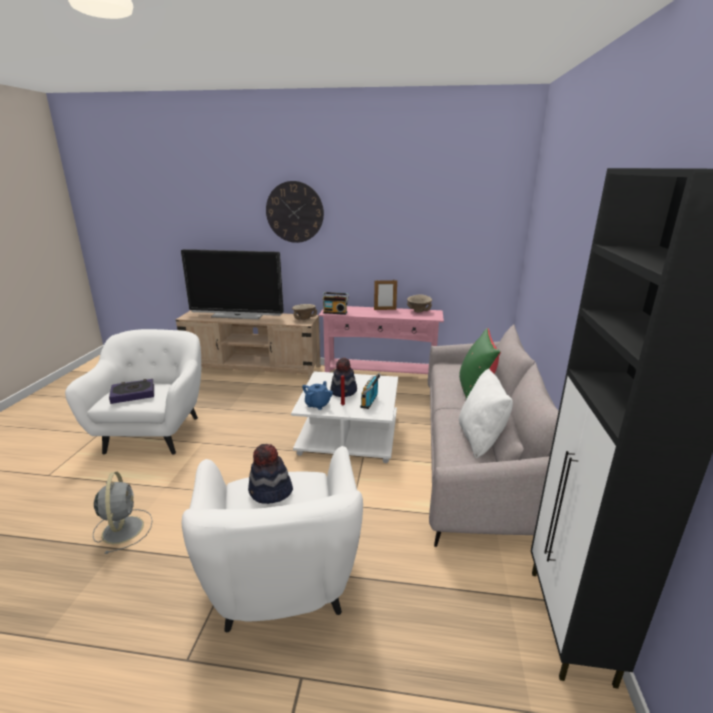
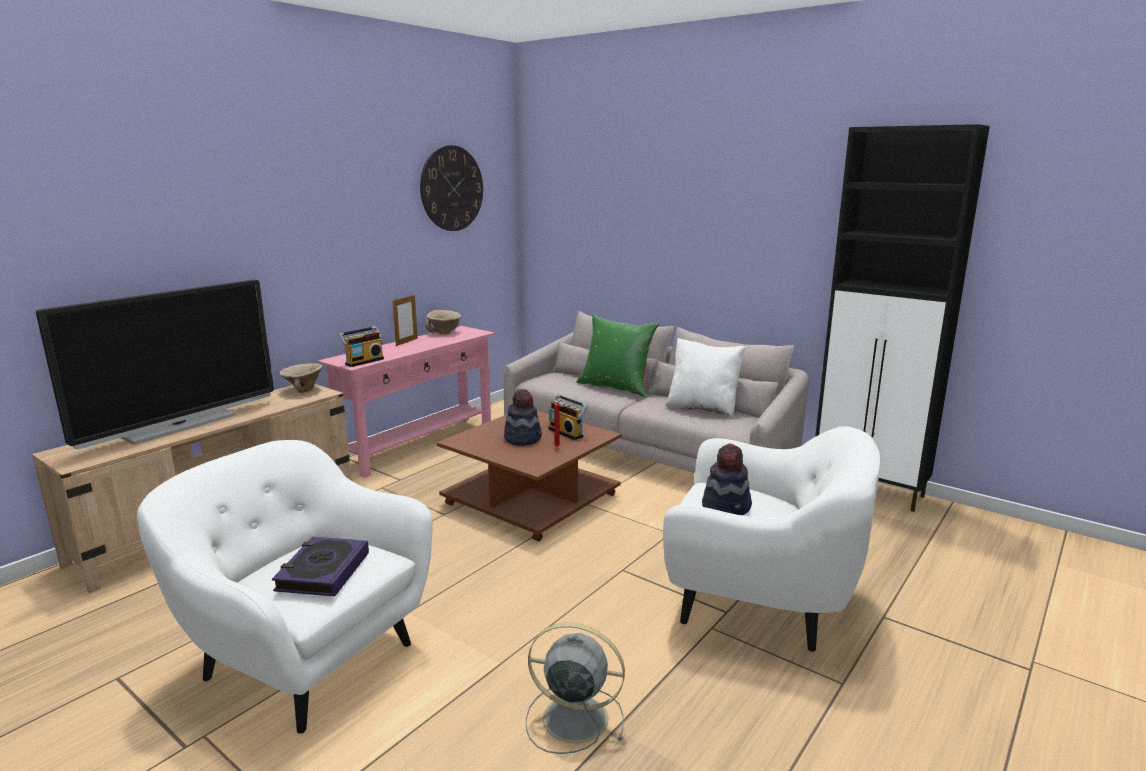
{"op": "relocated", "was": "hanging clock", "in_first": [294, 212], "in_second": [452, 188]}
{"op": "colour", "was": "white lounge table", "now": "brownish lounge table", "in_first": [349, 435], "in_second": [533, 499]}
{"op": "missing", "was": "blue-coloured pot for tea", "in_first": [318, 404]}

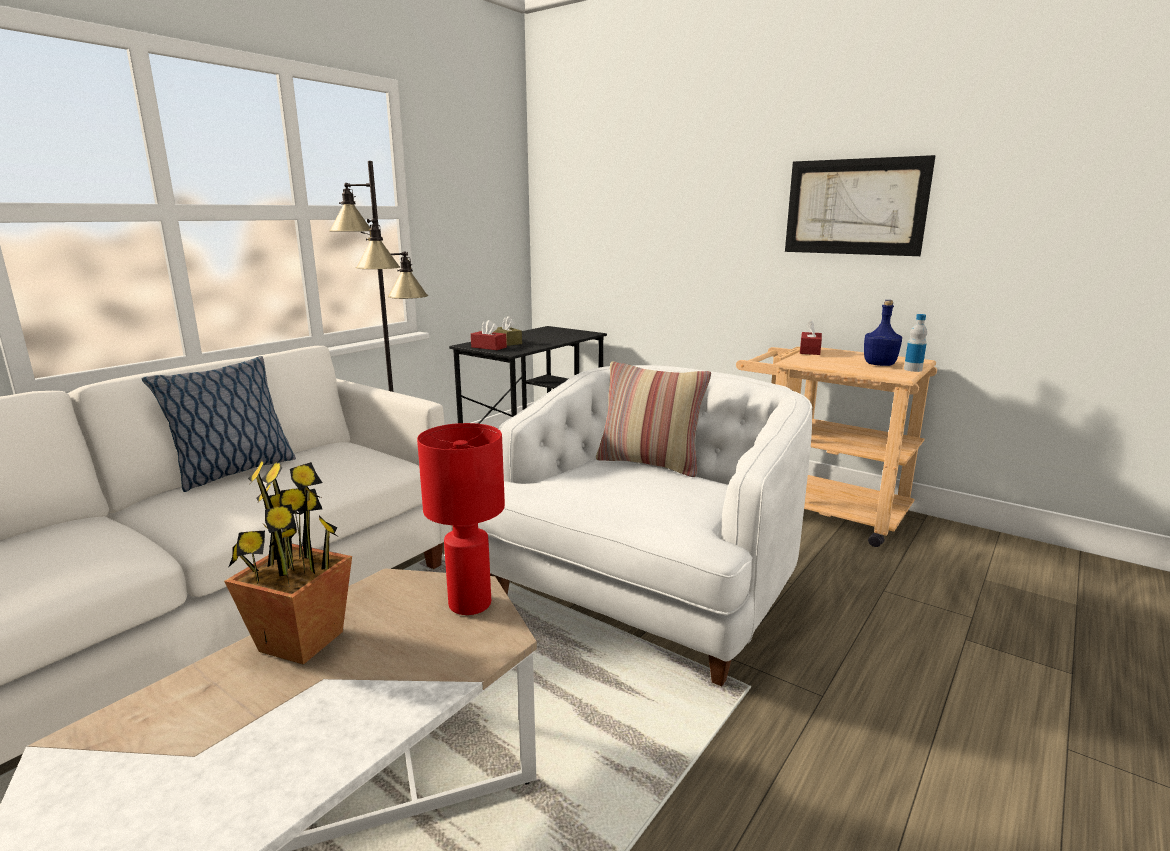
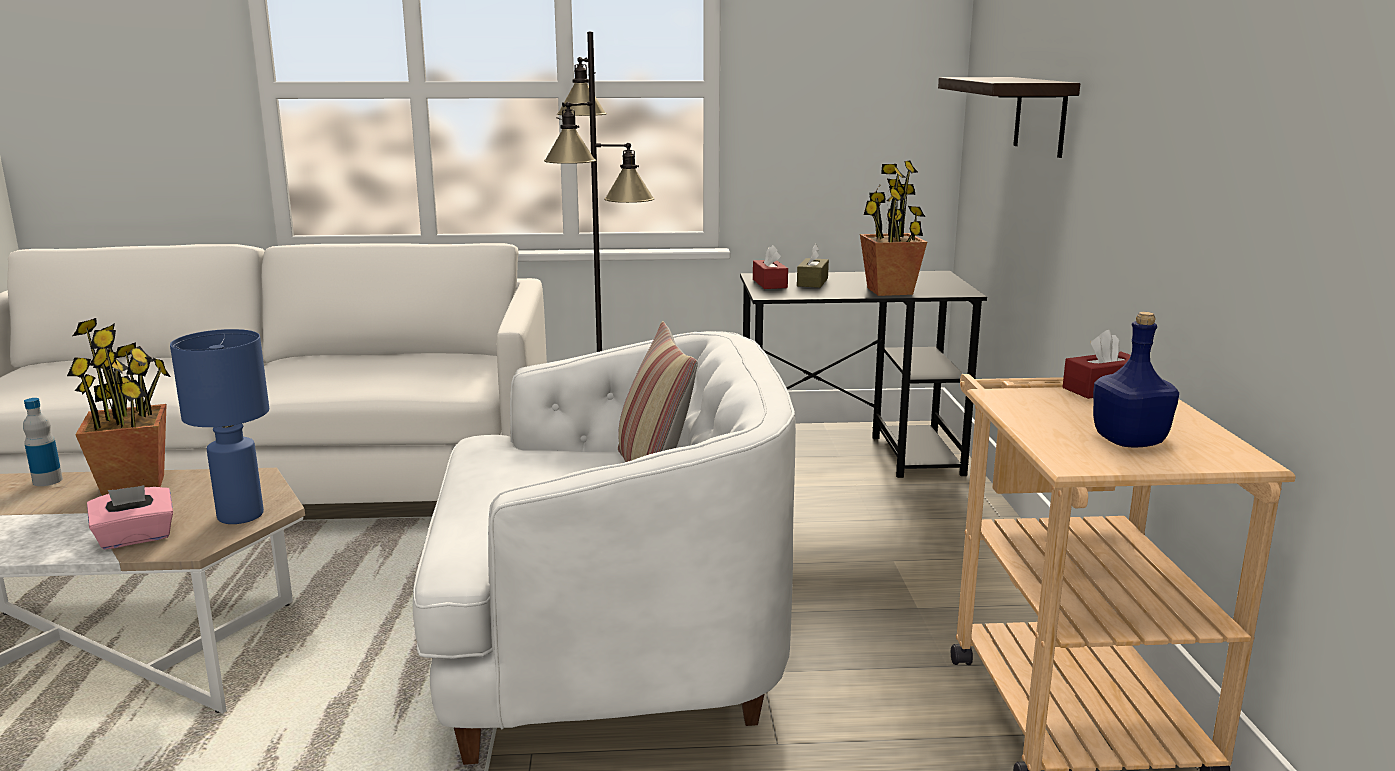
{"op": "missing", "was": "throw pillow", "in_first": [233, 472]}
{"op": "colour", "was": "red-coloured tabletop lamp", "now": "blue-coloured tabletop lamp", "in_first": [470, 605], "in_second": [239, 516]}
{"op": "missing", "was": "picture", "in_first": [854, 207]}
{"op": "relocated", "was": "beverage bottle", "in_first": [912, 369], "in_second": [47, 481]}
{"op": "appeared", "now": "pink-coloured tissue holder", "in_second": [135, 538]}
{"op": "appeared", "now": "potted plant", "in_second": [890, 291]}
{"op": "appeared", "now": "bracket shelf", "in_second": [1040, 115]}

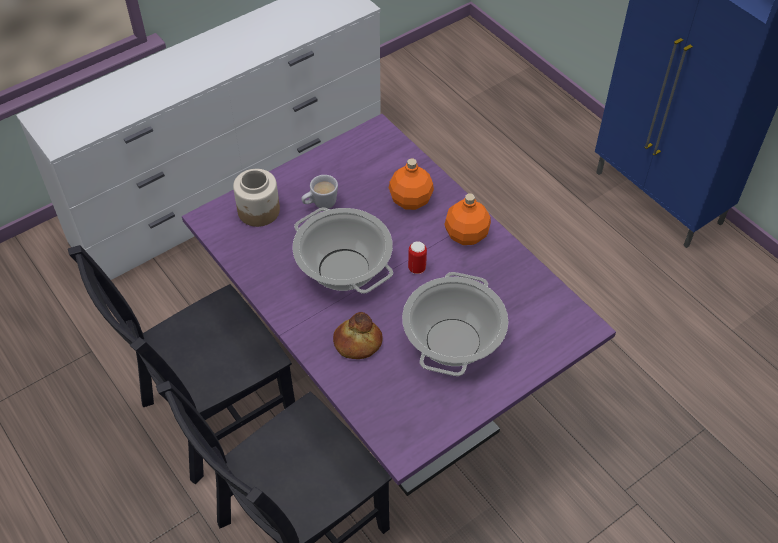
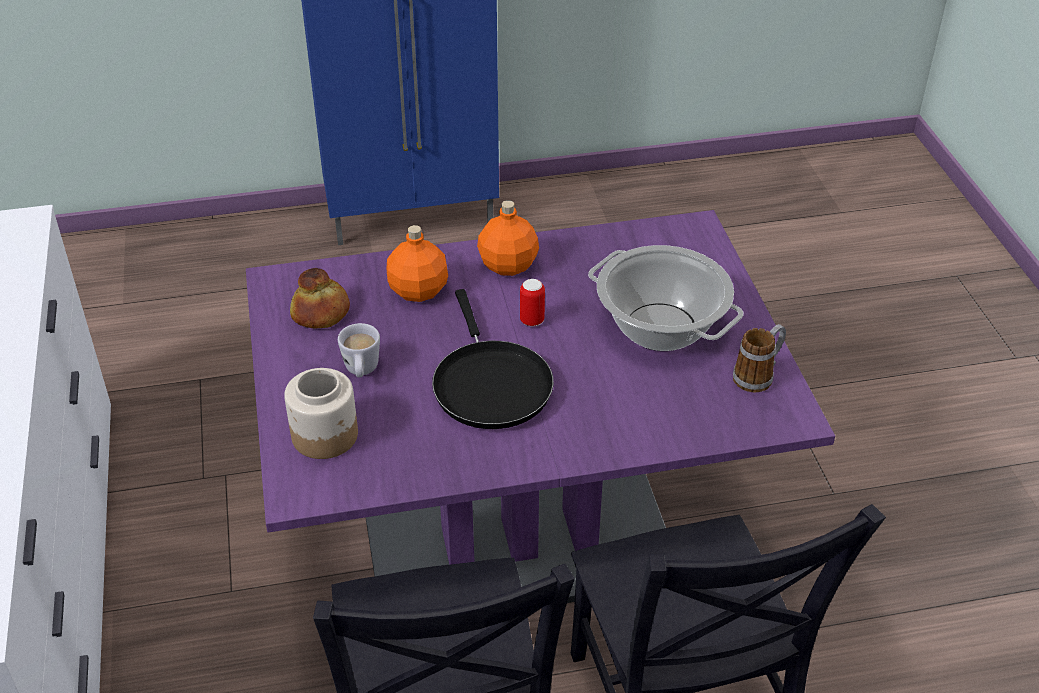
{"op": "exchanged", "was": "cooking pot", "now": "black frying pan", "in_first": [343, 269], "in_second": [490, 384]}
{"op": "relocated", "was": "bakery bread", "in_first": [357, 343], "in_second": [321, 312]}
{"op": "appeared", "now": "coffee mug", "in_second": [758, 376]}

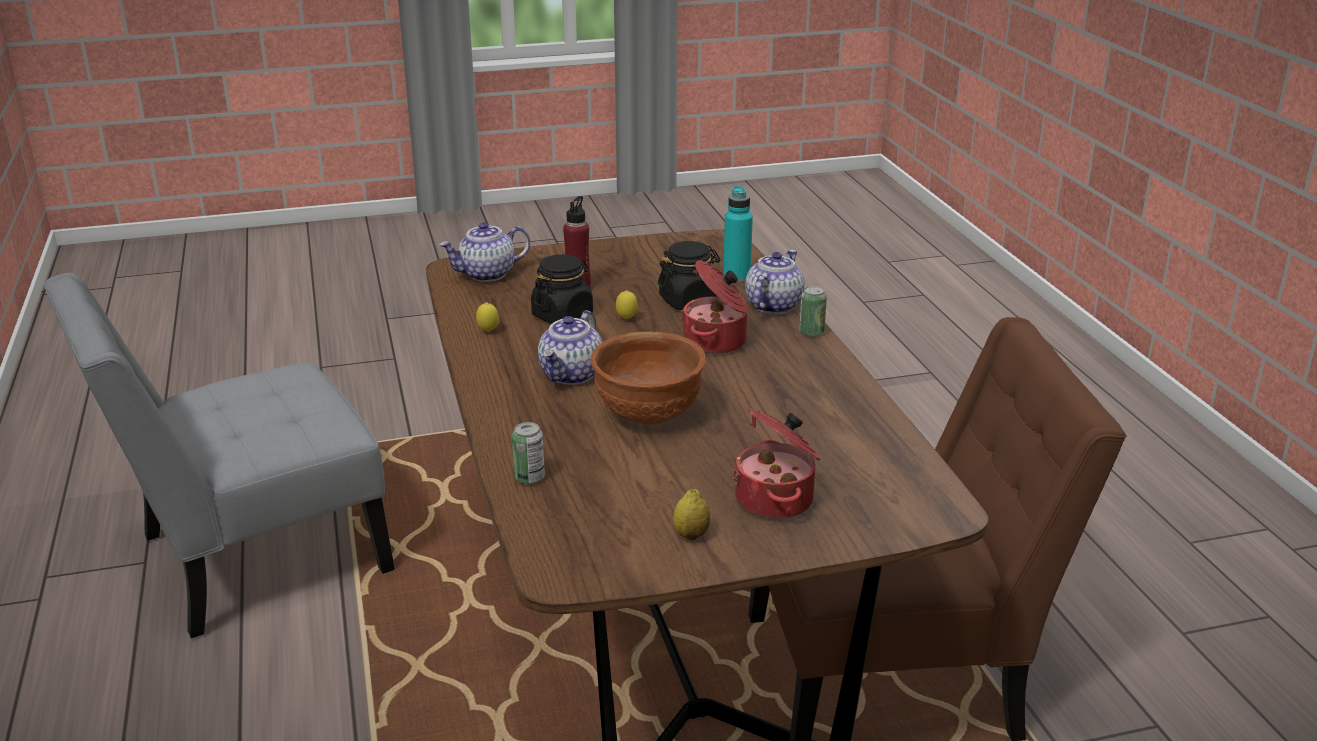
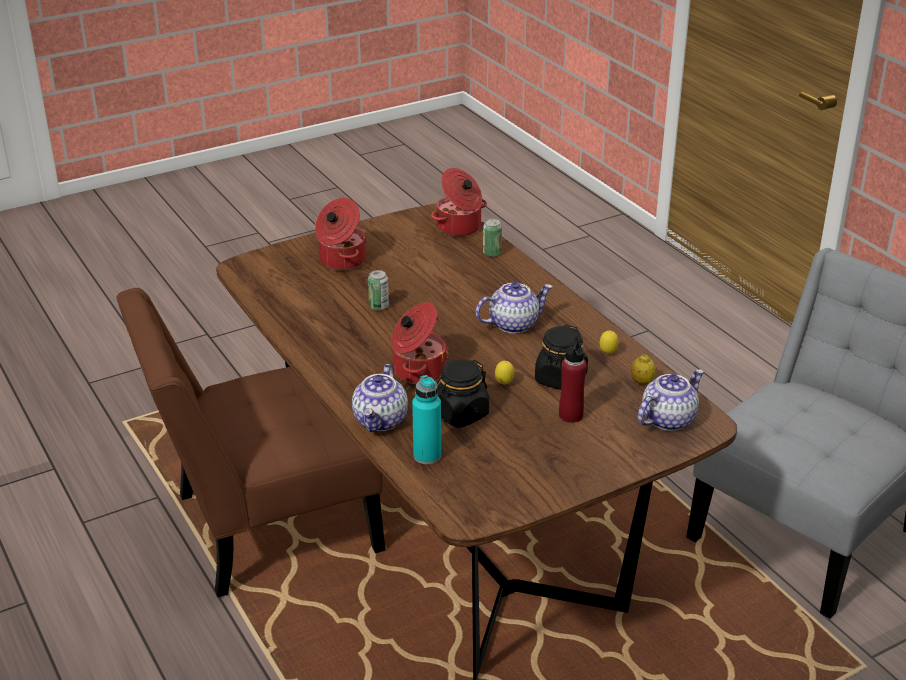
{"op": "spun", "was": "pot for tea", "in_first": [572, 375], "in_second": [513, 324], "clockwise": 60}
{"op": "missing", "was": "brownish deep dish", "in_first": [647, 416]}
{"op": "relocated", "was": "citrus fruit", "in_first": [691, 535], "in_second": [641, 382]}
{"op": "relocated", "was": "can", "in_first": [811, 332], "in_second": [378, 306]}
{"op": "appeared", "now": "cooking pot", "in_second": [459, 227]}

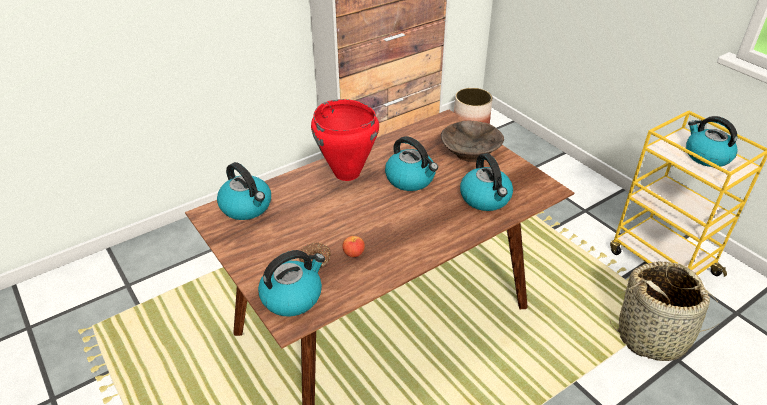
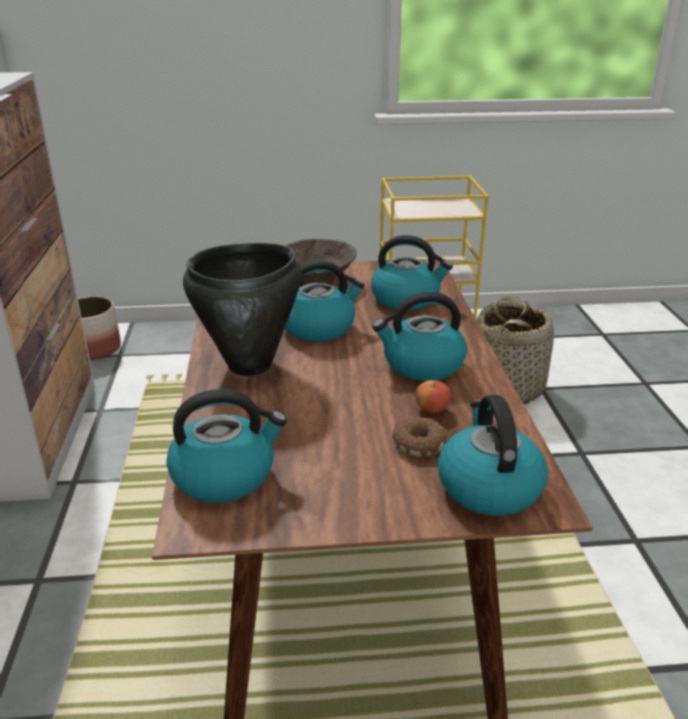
{"op": "colour", "was": "red-coloured cooking pot", "now": "black cooking pot", "in_first": [347, 173], "in_second": [250, 365]}
{"op": "relocated", "was": "tea kettle", "in_first": [706, 156], "in_second": [422, 365]}

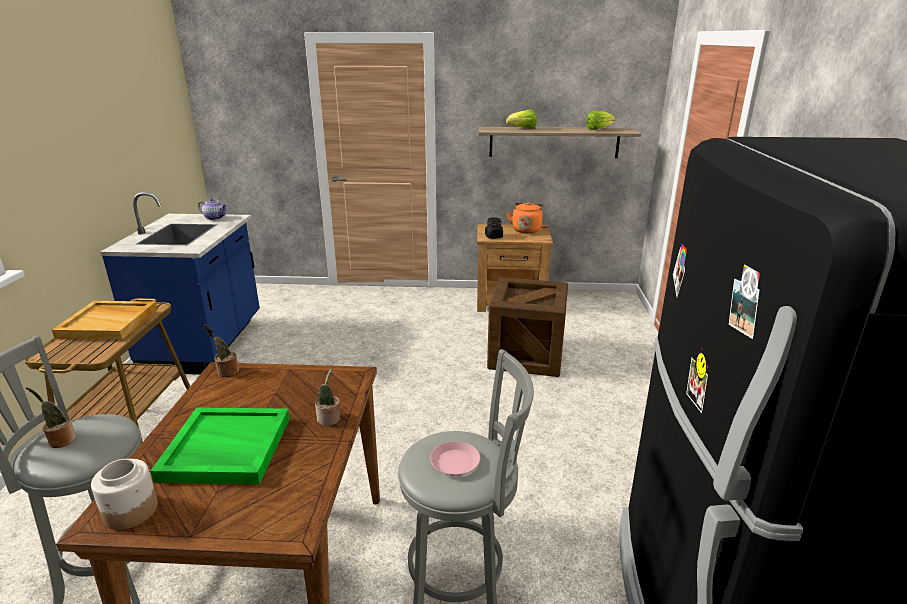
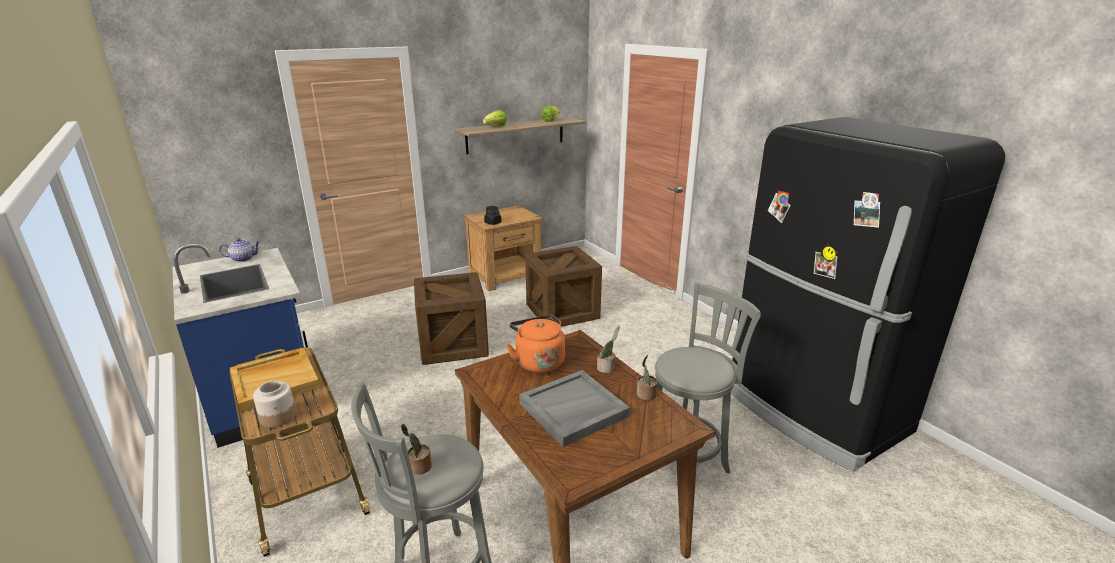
{"op": "relocated", "was": "storage jar", "in_first": [131, 511], "in_second": [278, 417]}
{"op": "colour", "was": "green-coloured carrying tray", "now": "greyish carrying tray", "in_first": [225, 449], "in_second": [573, 410]}
{"op": "relocated", "was": "potted plant", "in_first": [226, 372], "in_second": [645, 395]}
{"op": "missing", "was": "pink-coloured dinner plate", "in_first": [454, 462]}
{"op": "relocated", "was": "orangey tea kettle", "in_first": [526, 229], "in_second": [538, 362]}
{"op": "appeared", "now": "crate", "in_second": [453, 344]}

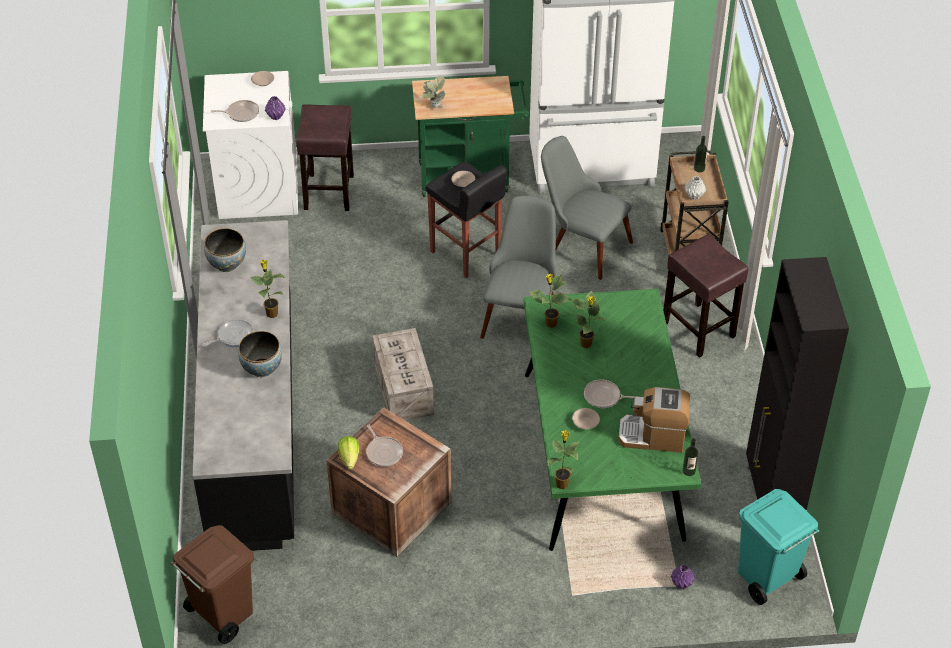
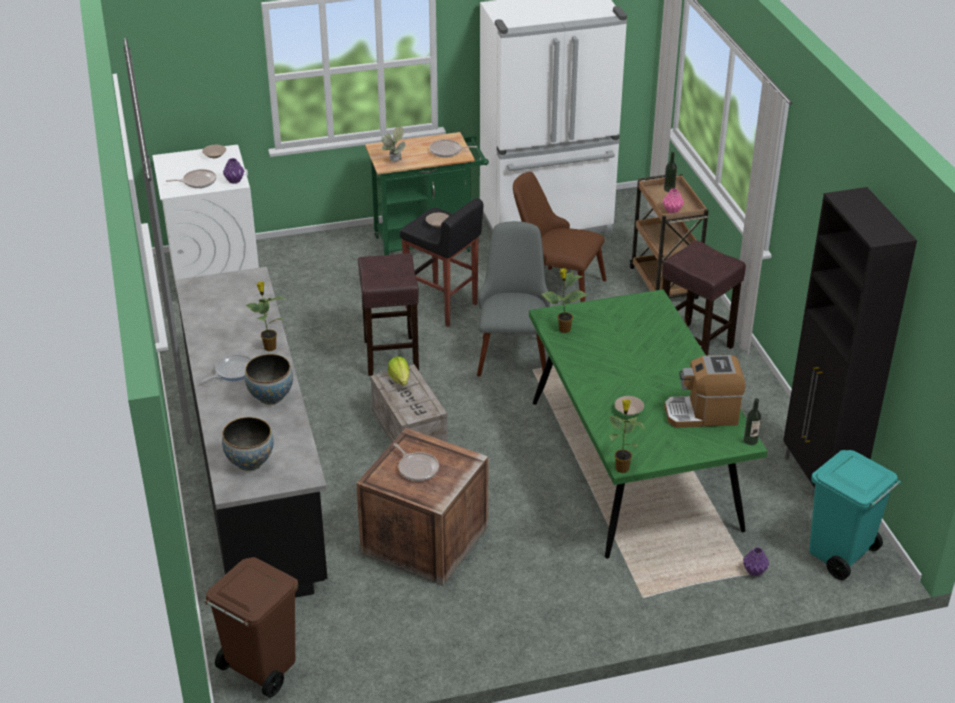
{"op": "relocated", "was": "deep dish", "in_first": [227, 264], "in_second": [250, 462]}
{"op": "relocated", "was": "brownish sitting stool", "in_first": [329, 191], "in_second": [390, 355]}
{"op": "relocated", "was": "lettuce head", "in_first": [349, 458], "in_second": [400, 379]}
{"op": "colour", "was": "greyish upright chair", "now": "brownish upright chair", "in_first": [581, 245], "in_second": [556, 287]}
{"op": "missing", "was": "potted plant", "in_first": [586, 344]}
{"op": "relocated", "was": "frying pan", "in_first": [604, 397], "in_second": [447, 151]}
{"op": "colour", "was": "greyish vase", "now": "pink-coloured vase", "in_first": [693, 196], "in_second": [672, 211]}

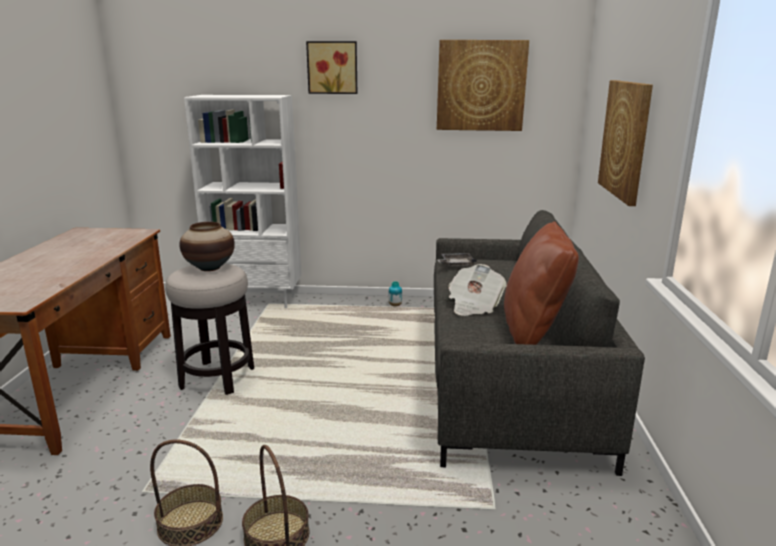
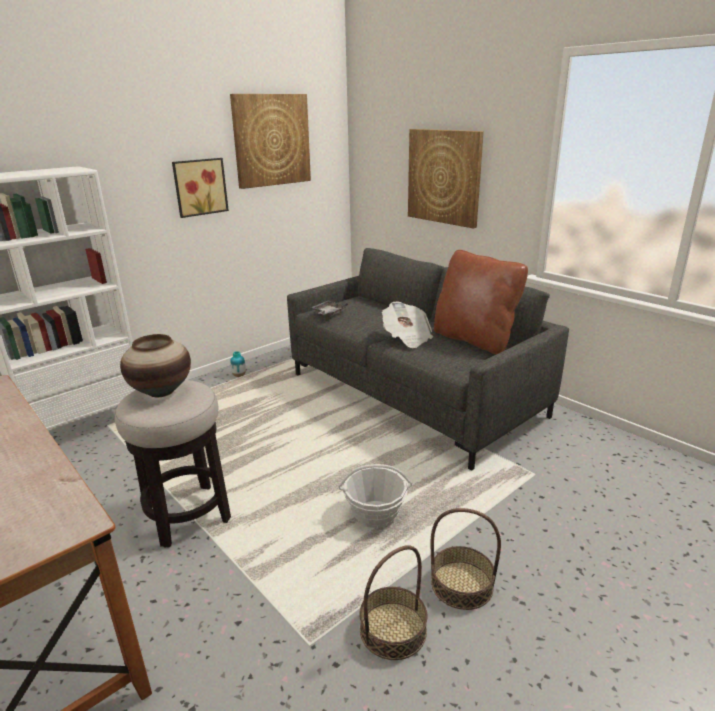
{"op": "relocated", "was": "picture", "in_first": [332, 67], "in_second": [199, 187]}
{"op": "appeared", "now": "storage basket", "in_second": [375, 514]}

